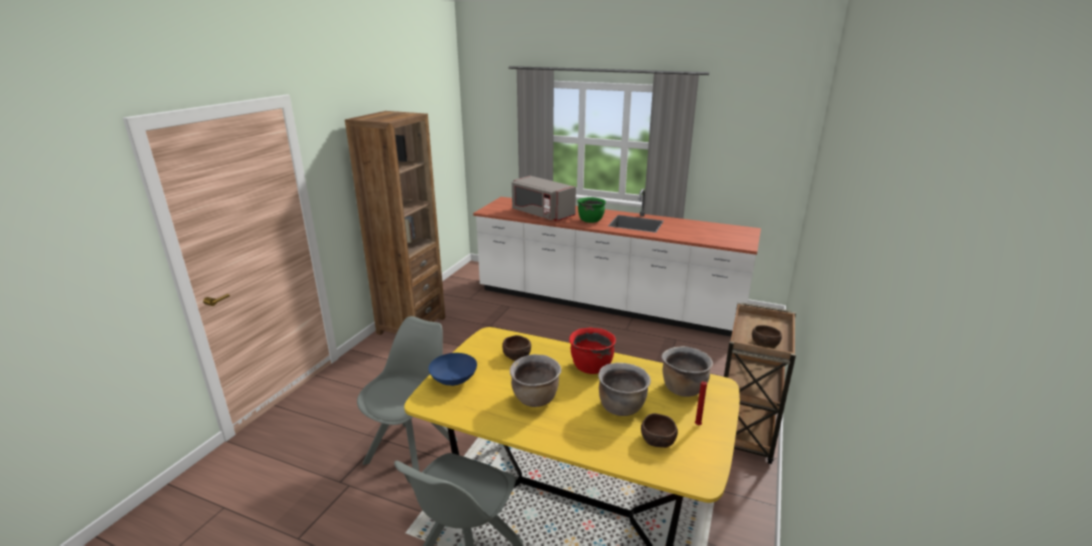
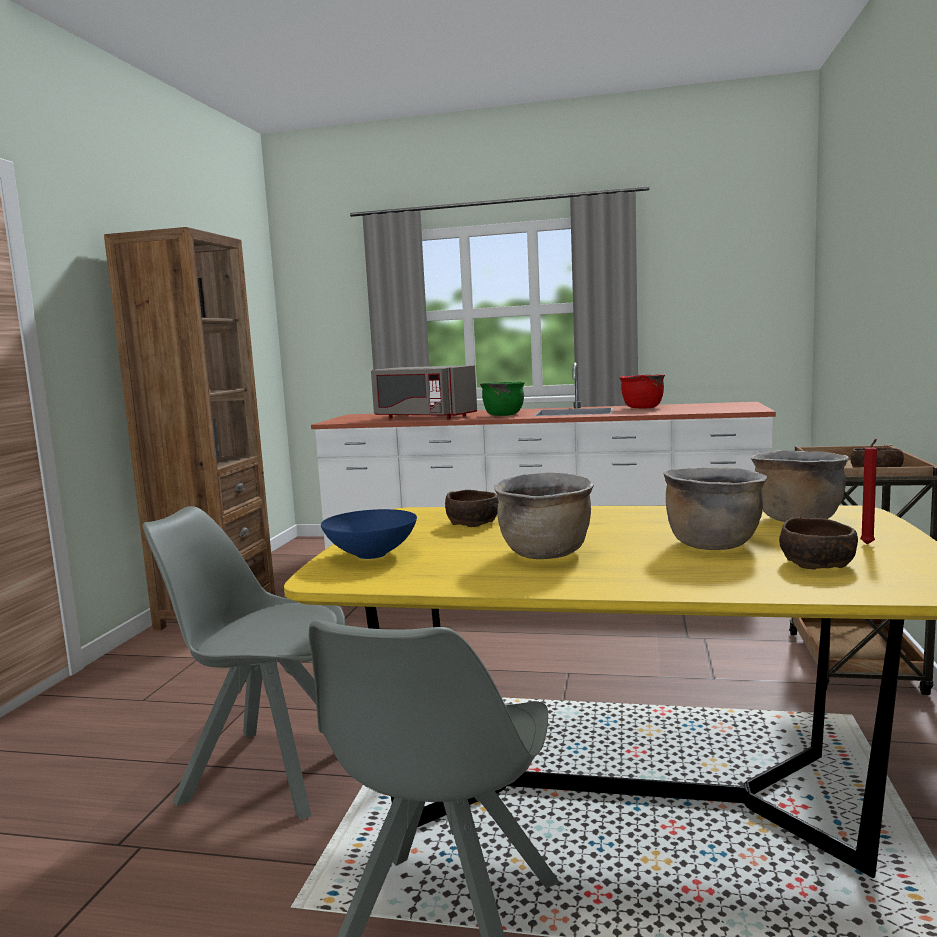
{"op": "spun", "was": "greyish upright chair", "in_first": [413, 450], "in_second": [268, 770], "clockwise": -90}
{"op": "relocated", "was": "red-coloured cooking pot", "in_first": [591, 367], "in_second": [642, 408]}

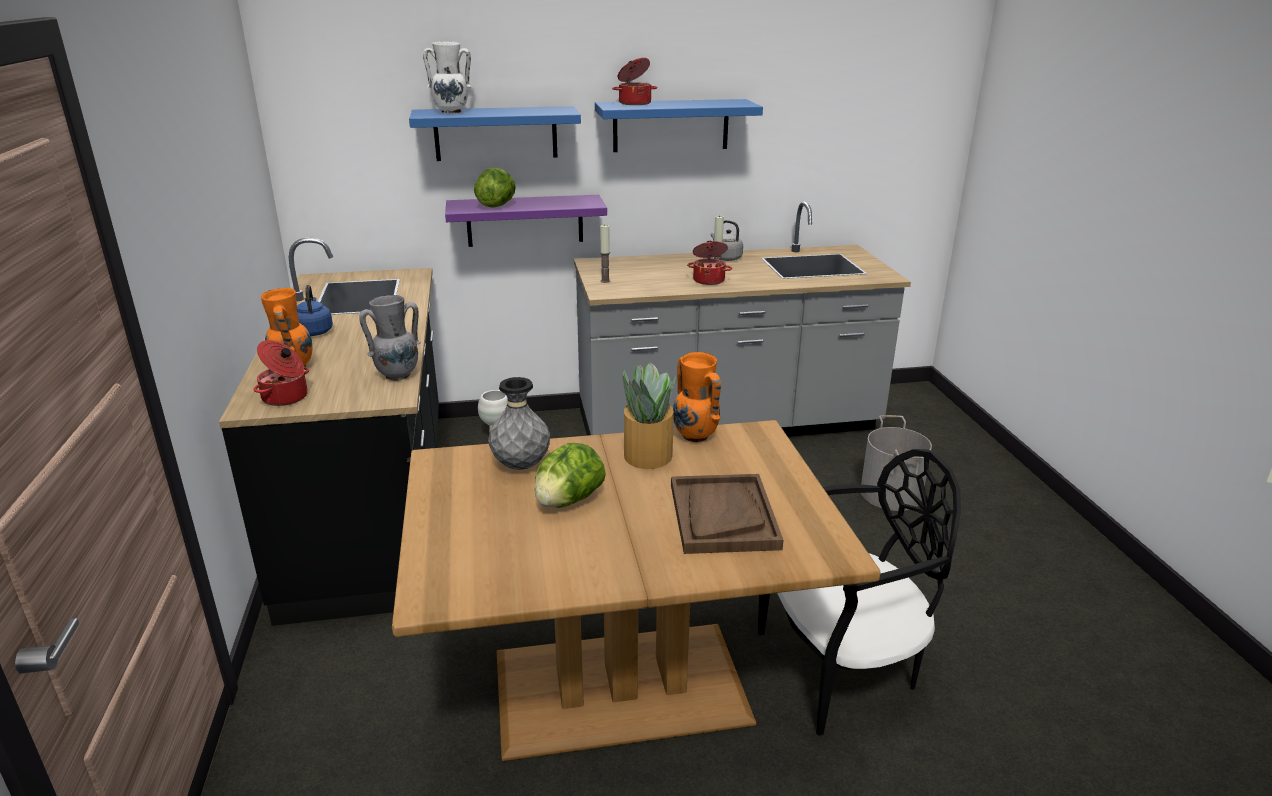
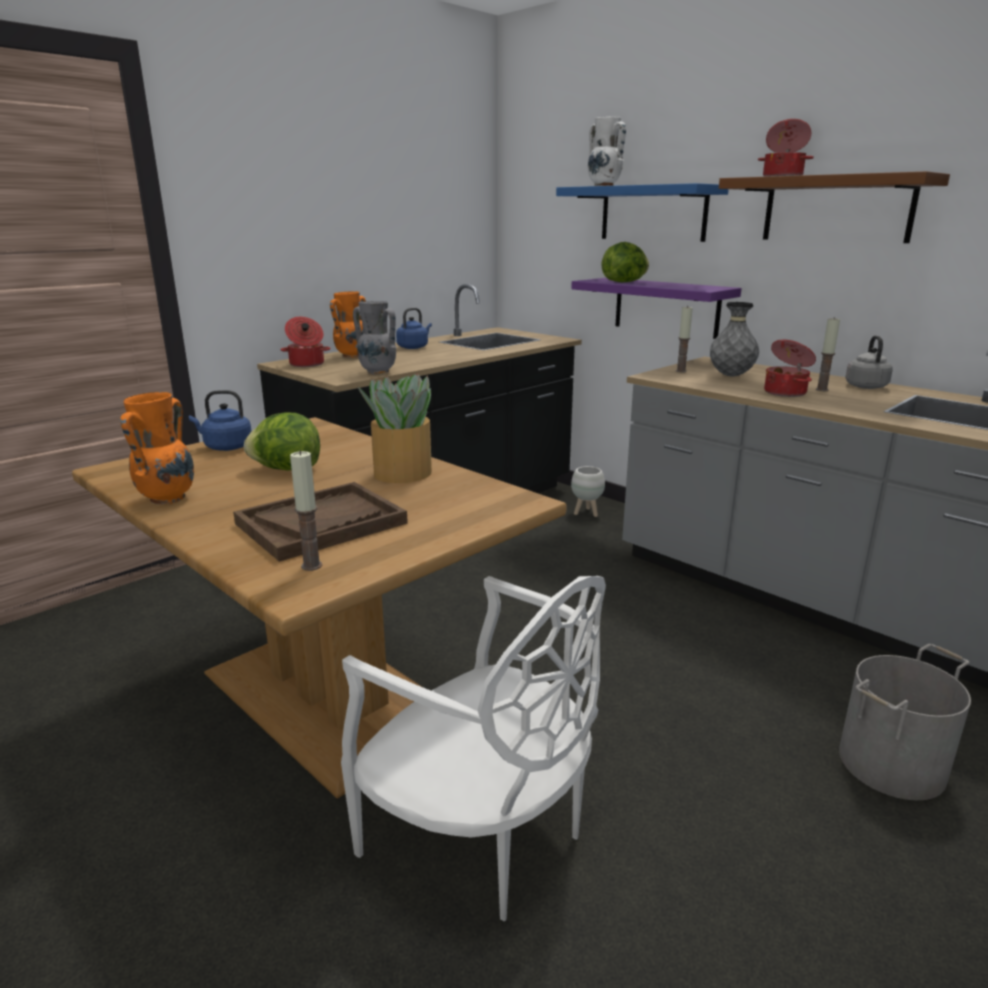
{"op": "relocated", "was": "greyish vase", "in_first": [521, 466], "in_second": [731, 376]}
{"op": "colour", "was": "blue-coloured bracket shelf", "now": "brownish bracket shelf", "in_first": [671, 125], "in_second": [836, 209]}
{"op": "relocated", "was": "orangey vase", "in_first": [695, 437], "in_second": [166, 499]}
{"op": "colour", "was": "black upright chair", "now": "white upright chair", "in_first": [842, 669], "in_second": [482, 836]}
{"op": "appeared", "now": "blue-coloured tea kettle", "in_second": [225, 447]}
{"op": "appeared", "now": "wax candle", "in_second": [311, 566]}

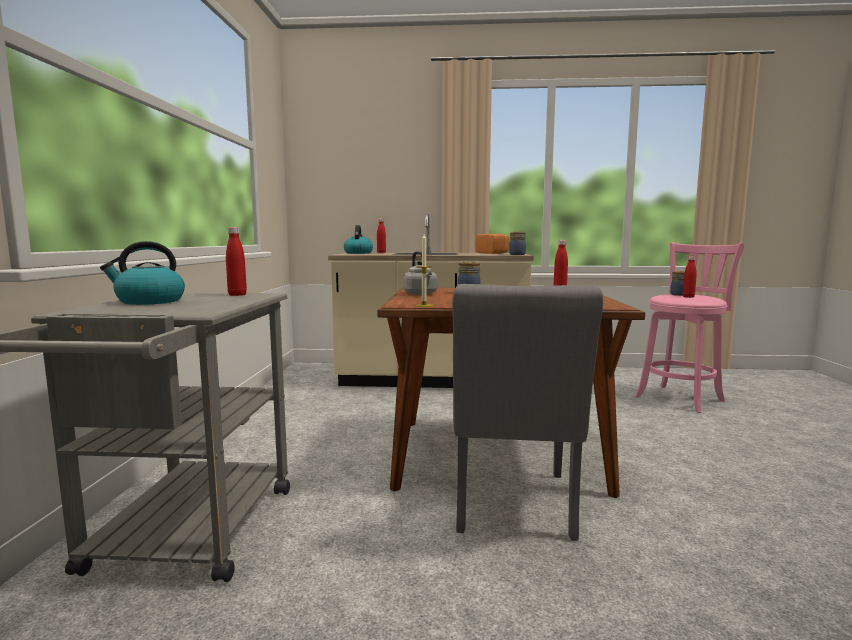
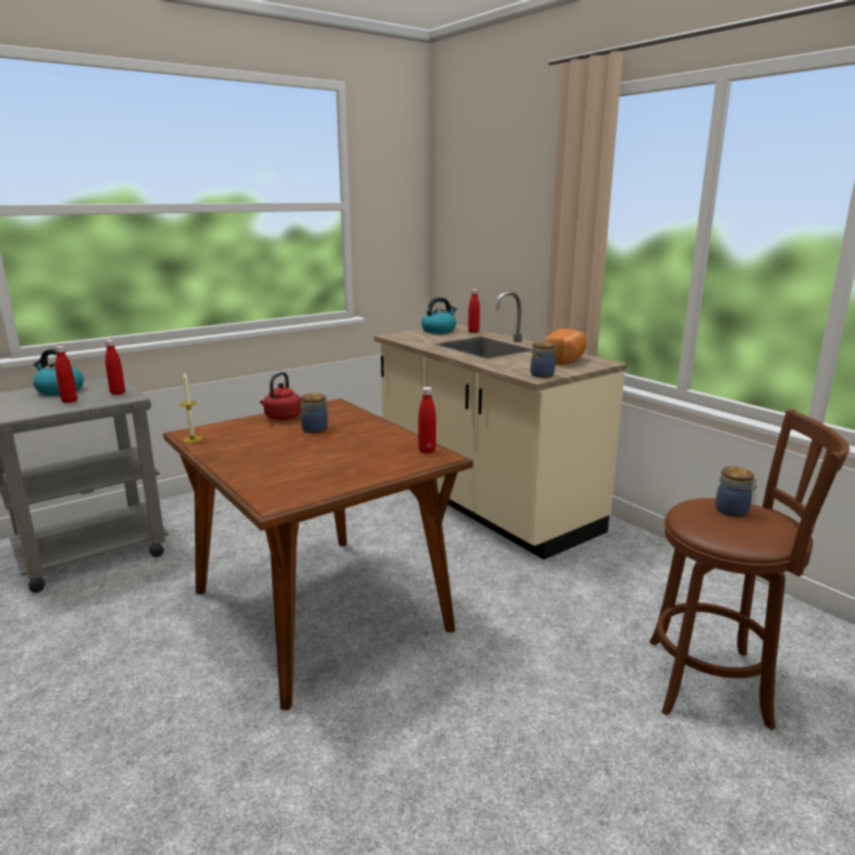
{"op": "colour", "was": "greyish tea kettle", "now": "red-coloured tea kettle", "in_first": [421, 294], "in_second": [281, 418]}
{"op": "missing", "was": "greyish upright chair", "in_first": [512, 508]}
{"op": "colour", "was": "pink-coloured sitting stool", "now": "brownish sitting stool", "in_first": [681, 397], "in_second": [715, 683]}
{"op": "relocated", "was": "red-coloured beverage bottle", "in_first": [688, 297], "in_second": [69, 401]}

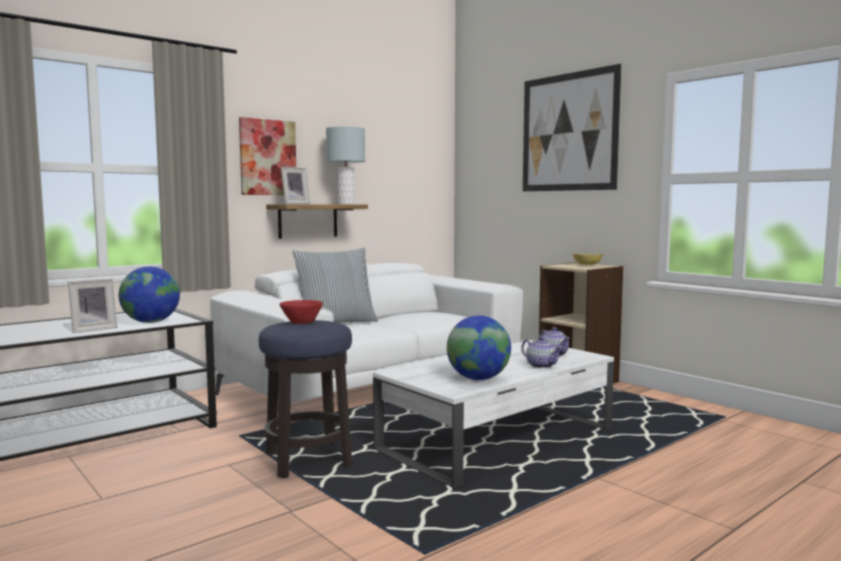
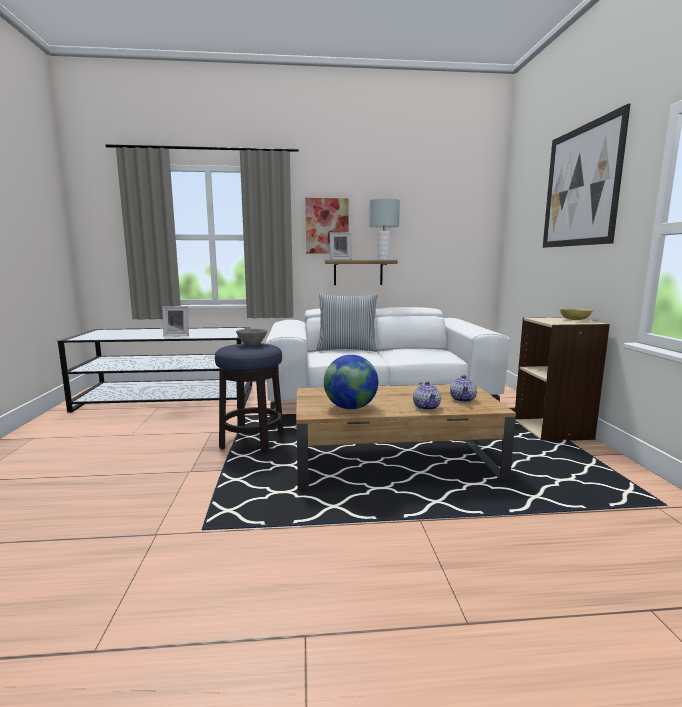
{"op": "missing", "was": "globe", "in_first": [151, 322]}
{"op": "colour", "was": "red-coloured deep dish", "now": "greyish deep dish", "in_first": [302, 322], "in_second": [253, 344]}
{"op": "colour", "was": "white lounge table", "now": "brownish lounge table", "in_first": [499, 438], "in_second": [396, 462]}

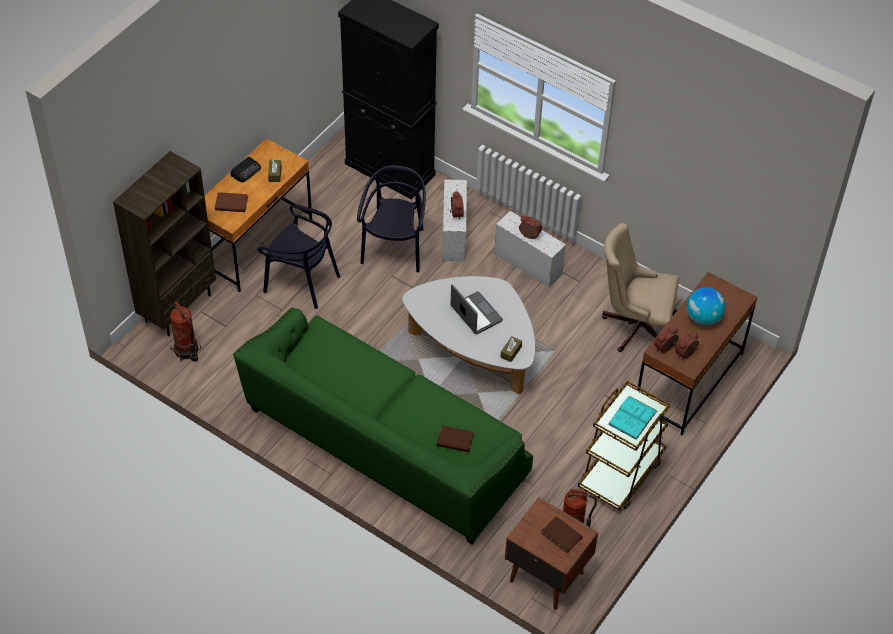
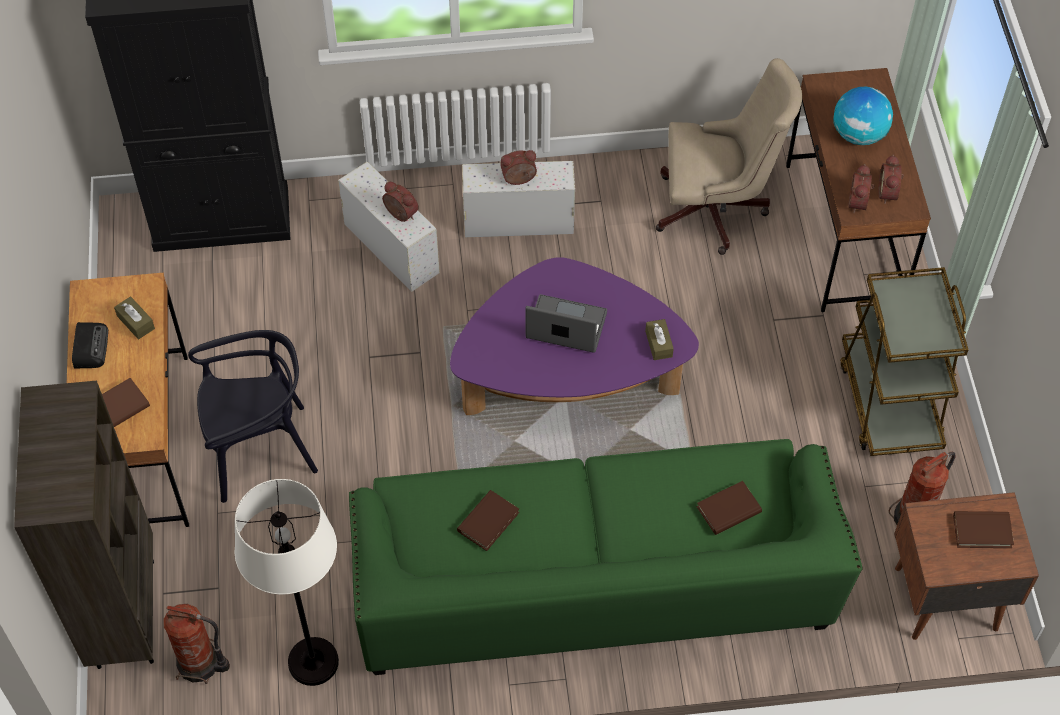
{"op": "missing", "was": "black upright chair", "in_first": [394, 248]}
{"op": "colour", "was": "white lounge table", "now": "purple-coloured lounge table", "in_first": [473, 350], "in_second": [568, 379]}
{"op": "spun", "was": "beige-coloured office chair", "in_first": [634, 325], "in_second": [717, 210], "clockwise": -150}
{"op": "missing", "was": "turquoise book", "in_first": [632, 417]}
{"op": "appeared", "now": "white floor lamp", "in_second": [313, 662]}
{"op": "appeared", "now": "brownish book", "in_second": [488, 522]}

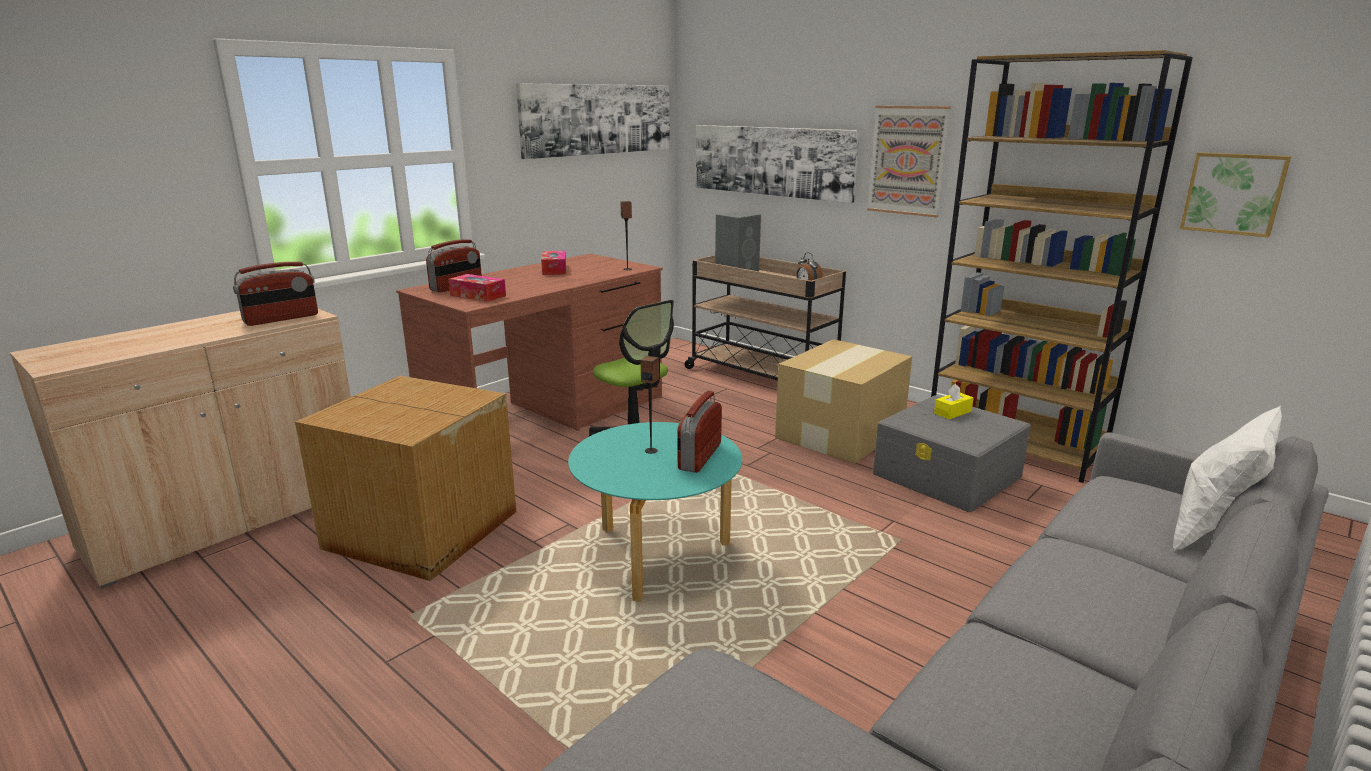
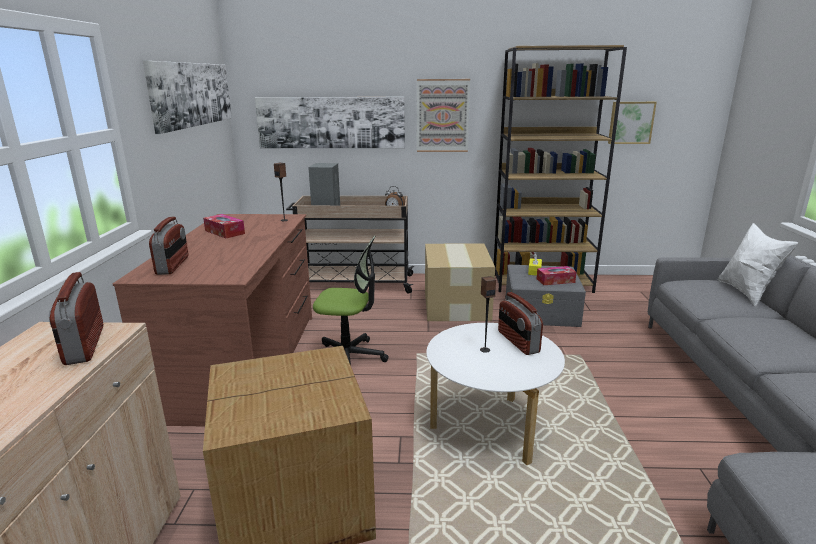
{"op": "spun", "was": "radio", "in_first": [281, 319], "in_second": [83, 345], "clockwise": 150}
{"op": "relocated", "was": "tissue holder", "in_first": [478, 295], "in_second": [555, 280]}
{"op": "colour", "was": "turquoise lounge table", "now": "white lounge table", "in_first": [656, 556], "in_second": [489, 428]}

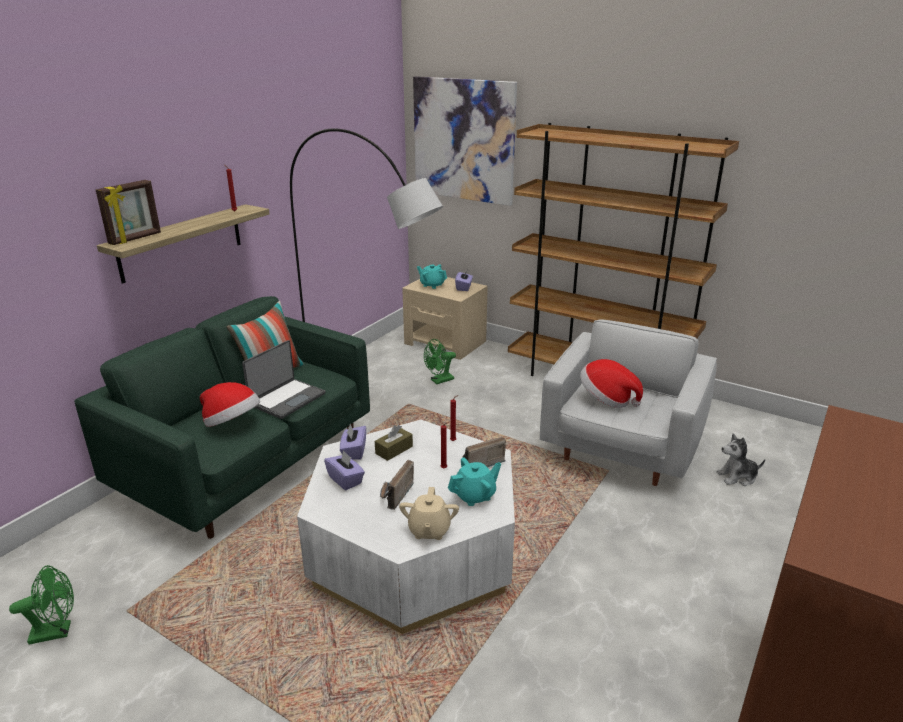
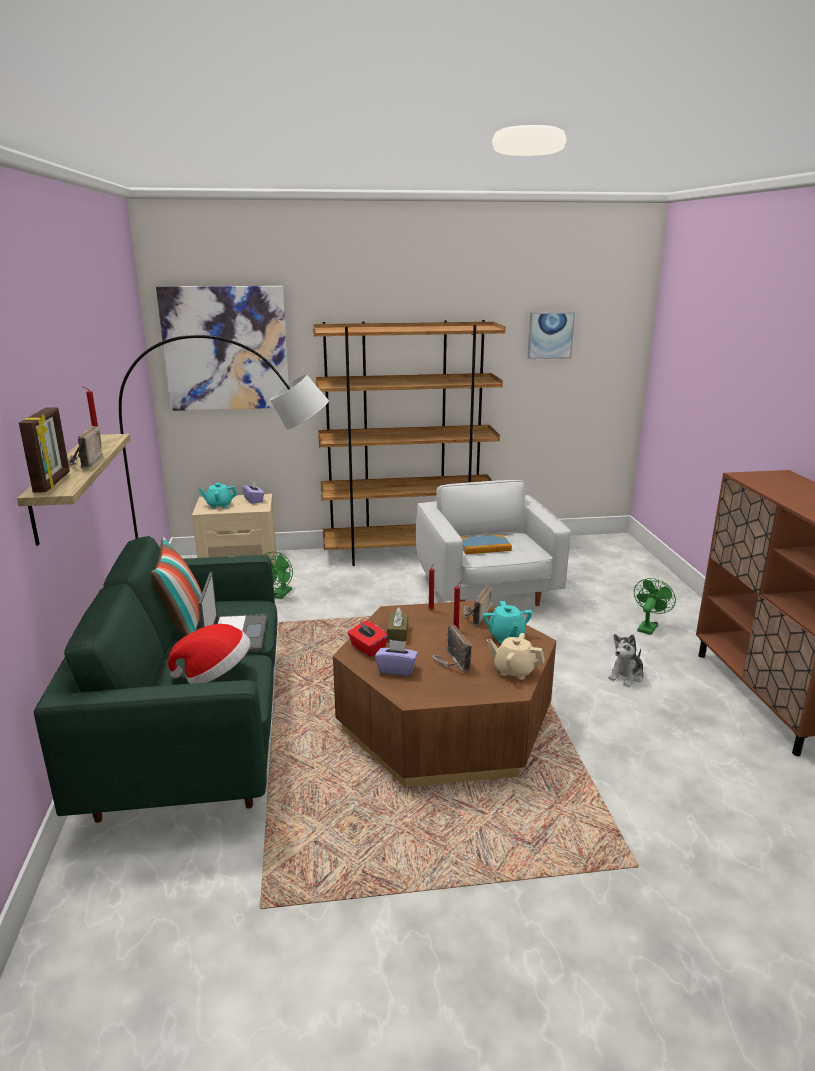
{"op": "relocated", "was": "green-coloured cooling fan", "in_first": [57, 631], "in_second": [648, 627]}
{"op": "colour", "was": "white lounge table", "now": "brownish lounge table", "in_first": [413, 551], "in_second": [444, 722]}
{"op": "colour", "was": "purple-coloured tissue holder", "now": "red-coloured tissue holder", "in_first": [354, 451], "in_second": [367, 648]}
{"op": "spun", "was": "beige-coloured pot for tea", "in_first": [429, 530], "in_second": [514, 671], "clockwise": 150}
{"op": "spun", "was": "turquoise pot for tea", "in_first": [475, 495], "in_second": [506, 636], "clockwise": 150}
{"op": "exchanged", "was": "hat", "now": "book", "in_first": [606, 399], "in_second": [484, 547]}
{"op": "relocated", "was": "cuddly toy", "in_first": [737, 477], "in_second": [626, 676]}
{"op": "appeared", "now": "radio", "in_second": [84, 463]}
{"op": "appeared", "now": "picture", "in_second": [550, 335]}

